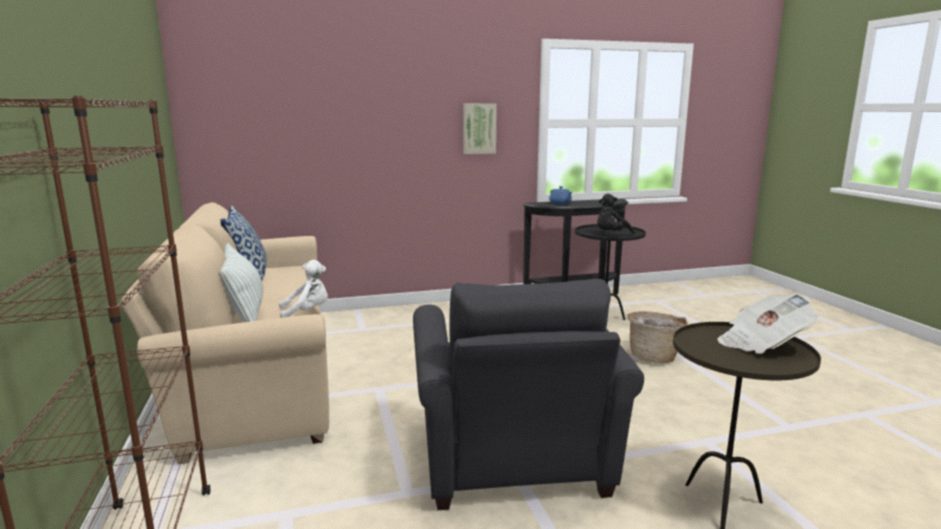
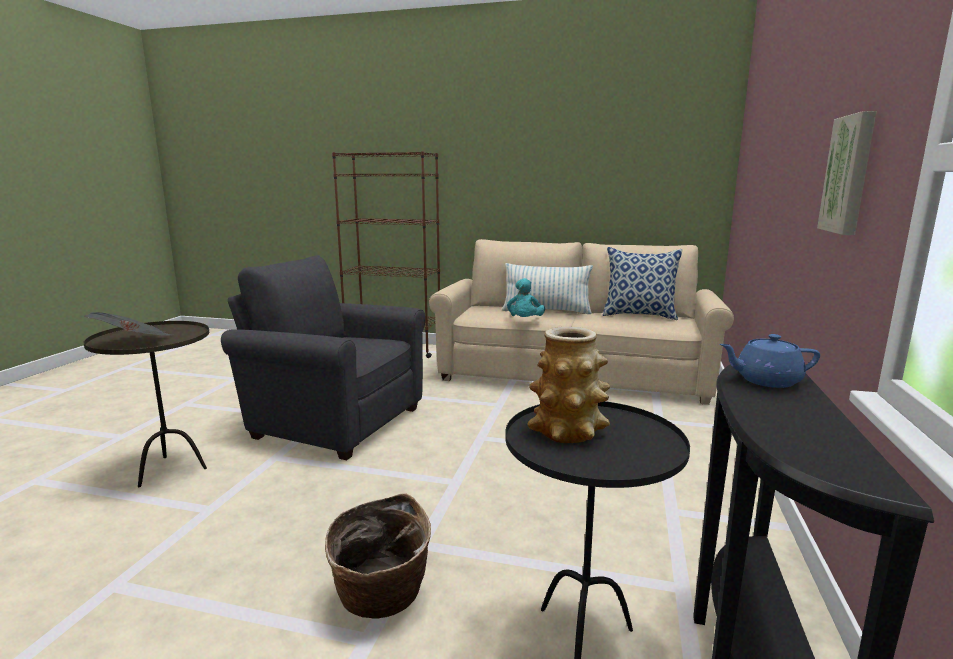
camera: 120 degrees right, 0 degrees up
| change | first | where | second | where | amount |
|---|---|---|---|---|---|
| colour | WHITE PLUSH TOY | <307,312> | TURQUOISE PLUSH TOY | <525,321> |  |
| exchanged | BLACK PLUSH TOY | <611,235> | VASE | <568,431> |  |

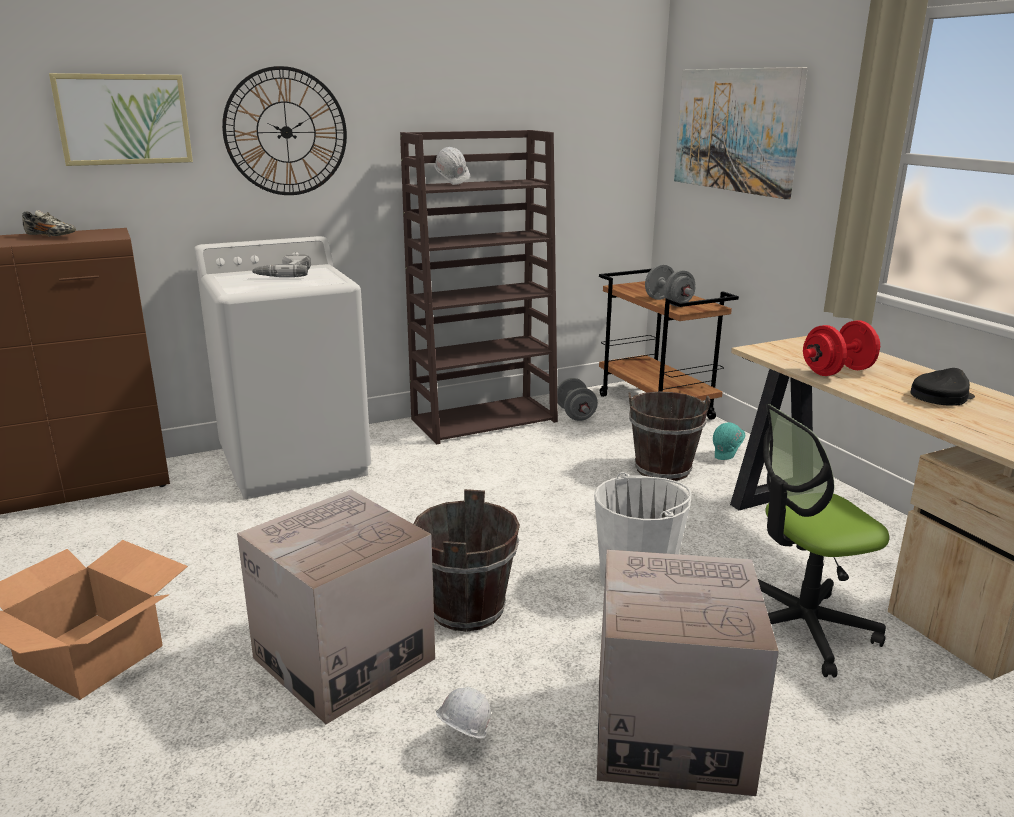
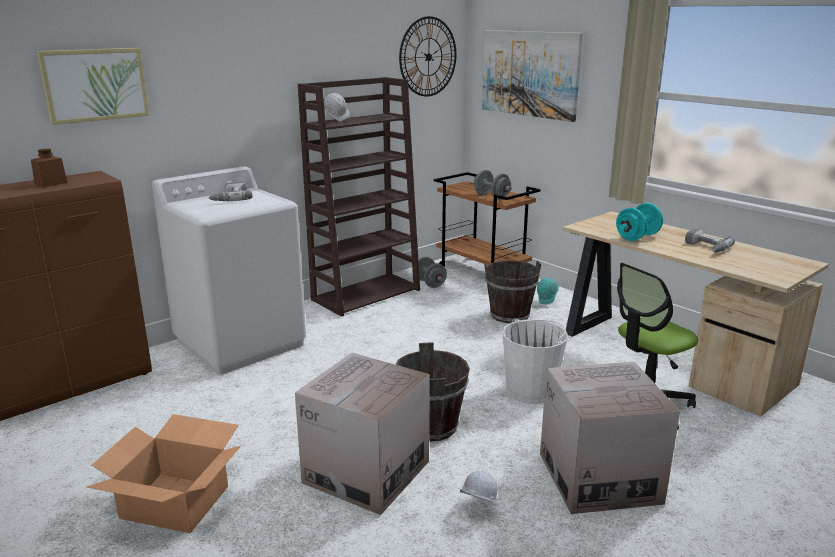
camera: 15 degrees left, 0 degrees up
| change | first | where | second | where | amount |
|---|---|---|---|---|---|
| exchanged | SHOE | <51,237> | BROWN JAR | <51,183> |  |
| relocated | WALL CLOCK | <286,132> |  | <428,57> |  |
| colour | RED DUMBBELL | <837,371> | TURQUOISE DUMBBELL | <637,237> |  |
| exchanged | BLACK CAP | <941,396> | POWER DRILL | <705,247> |  |

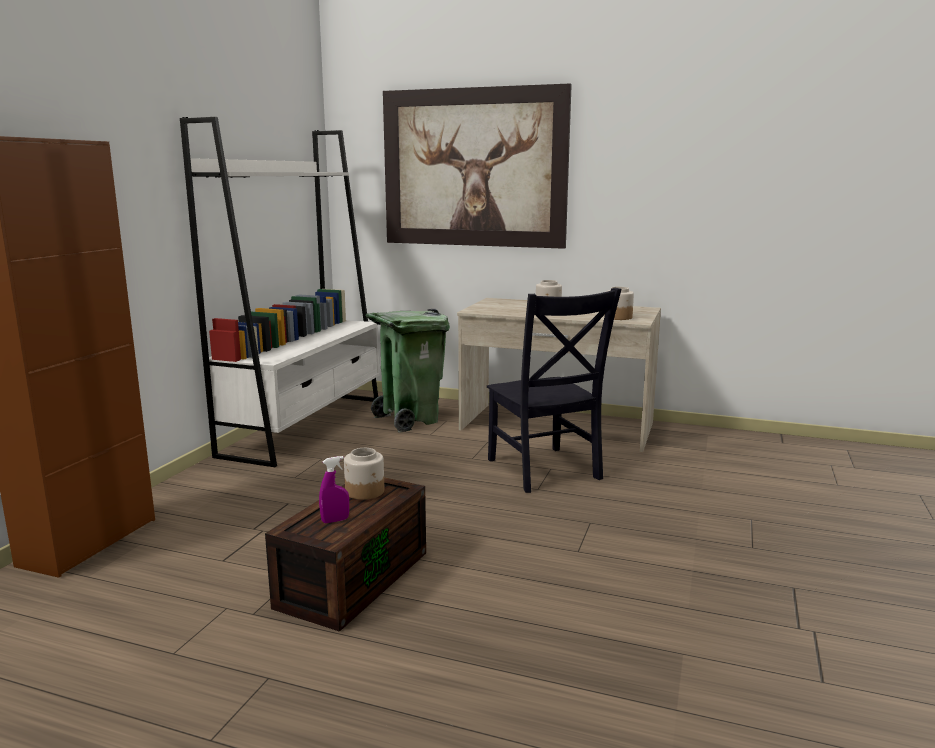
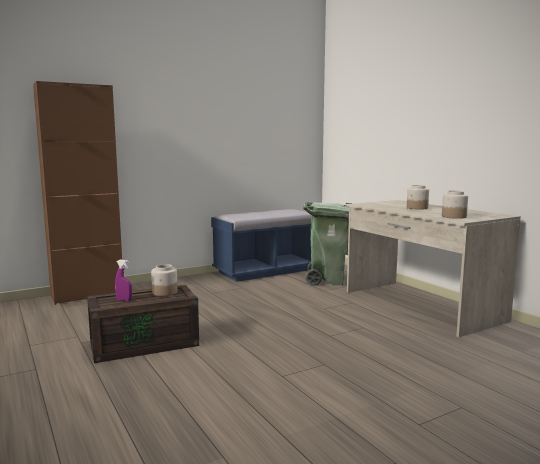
camera: 40 degrees right, 5 degrees down
| change | first | where | second | where | amount |
|---|---|---|---|---|---|
| exchanged | WHITE BOOKCASE | <305,426> | BLUE BENCH | <264,271> |  |
| missing | PICTURE | <474,168> |  |  |  |
| missing | BLACK CHAIR | <545,471> |  |  |  |

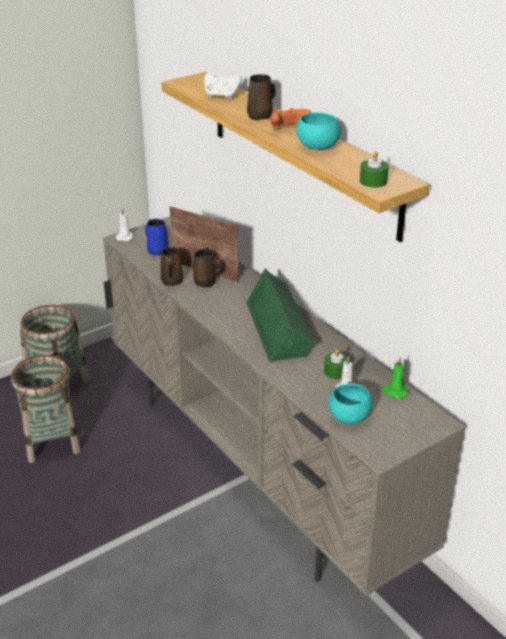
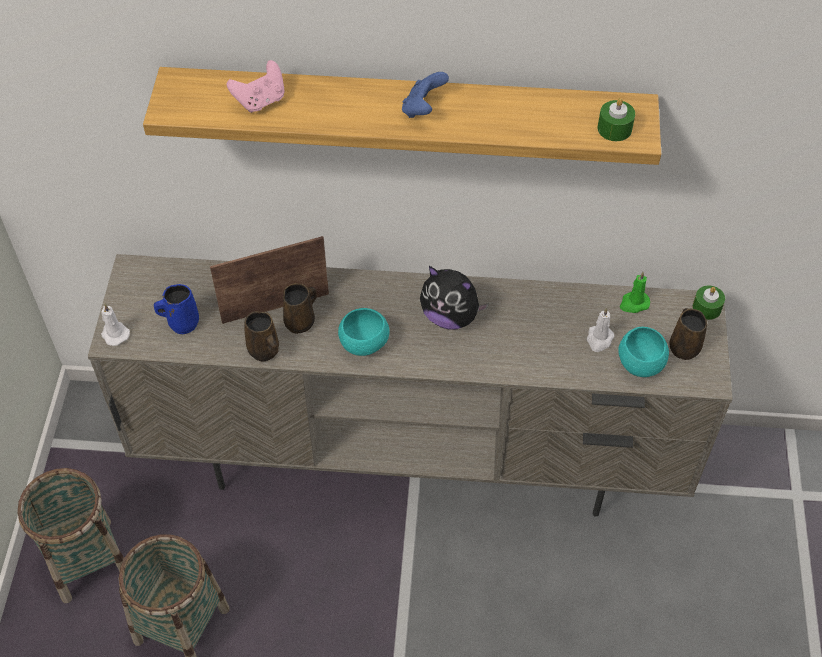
camera: 50 degrees left, 20 degrees up
| change | first | where | second | where | amount |
|---|---|---|---|---|---|
| colour | WHITE GAME CONTROLLER | <221,96> | PINK GAME CONTROLLER | <260,101> |  |
| exchanged | GREEN SPEAKER | <280,328> | PLUSH TOY | <450,316> |  |
| relocated | BROWN MUG | <261,116> |  | <684,346> |  |
| colour | ORANGE GAME CONTROLLER | <288,130> | BLUE GAME CONTROLLER | <423,109> |  |
| relocated | TURQUOISE BOWL | <318,147> |  | <364,344> |  |
| relocated | GREEN CANDLE | <335,372> |  | <706,308> |  |

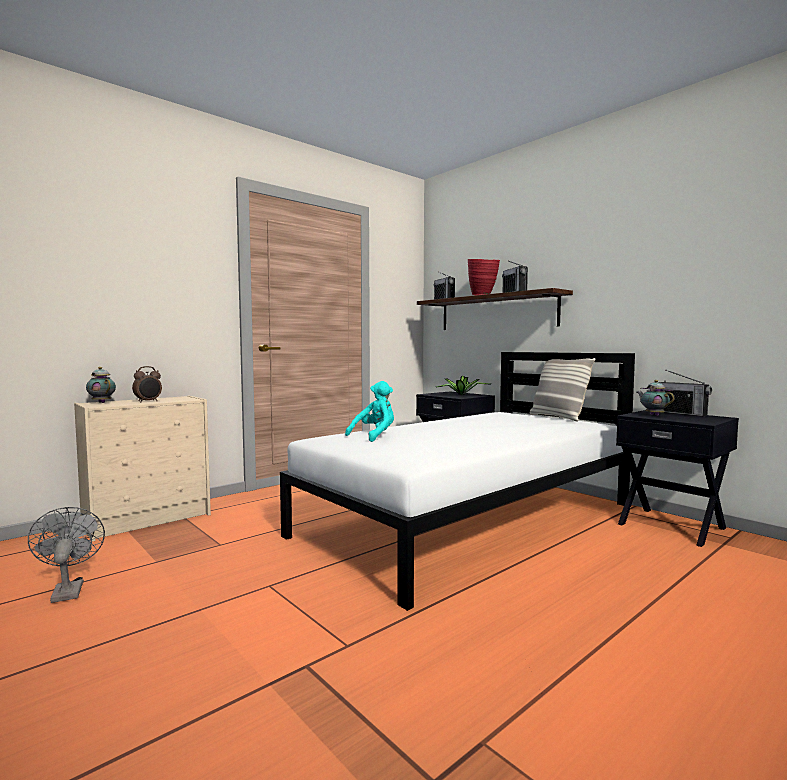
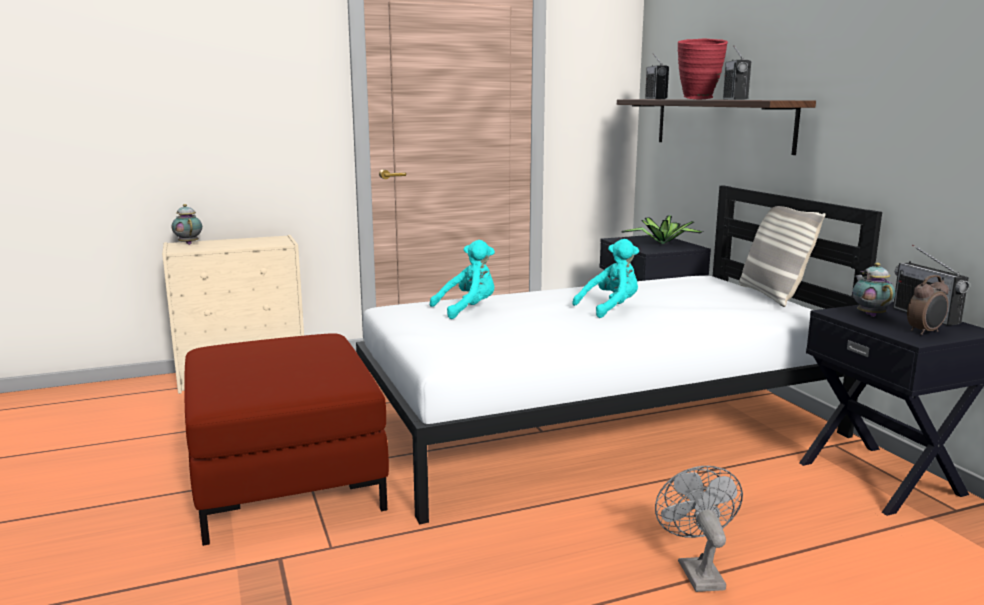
camera: 20 degrees right, 10 degrees up
| change | first | where | second | where | amount |
|---|---|---|---|---|---|
| relocated | GREY FAN | <68,590> |  | <696,571> |  |
| relocated | ALARM CLOCK | <148,401> |  | <925,332> |  |
| appeared |  |  | RED OTTOMAN | <287,479> |  |
| appeared |  |  | TURQUOISE PLUSH TOY | <610,308> |  |

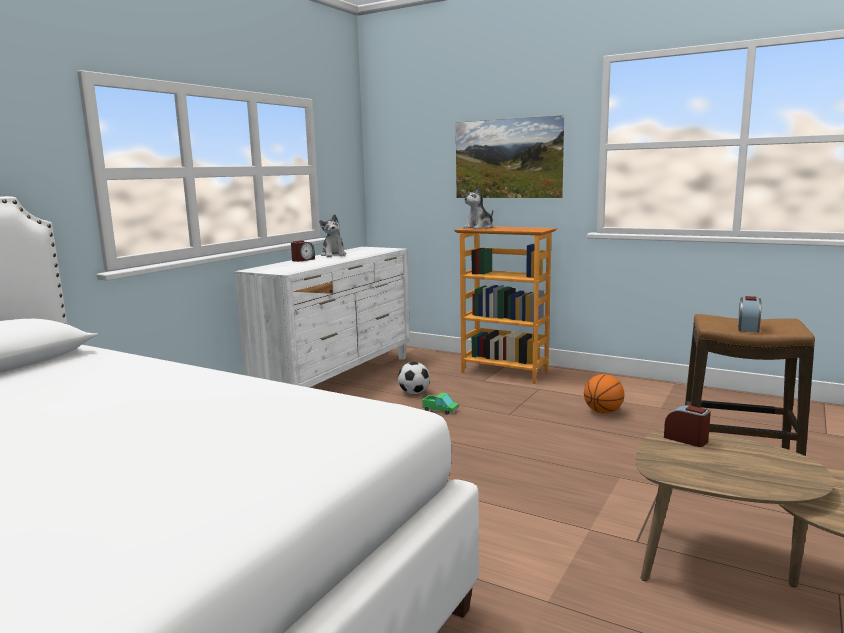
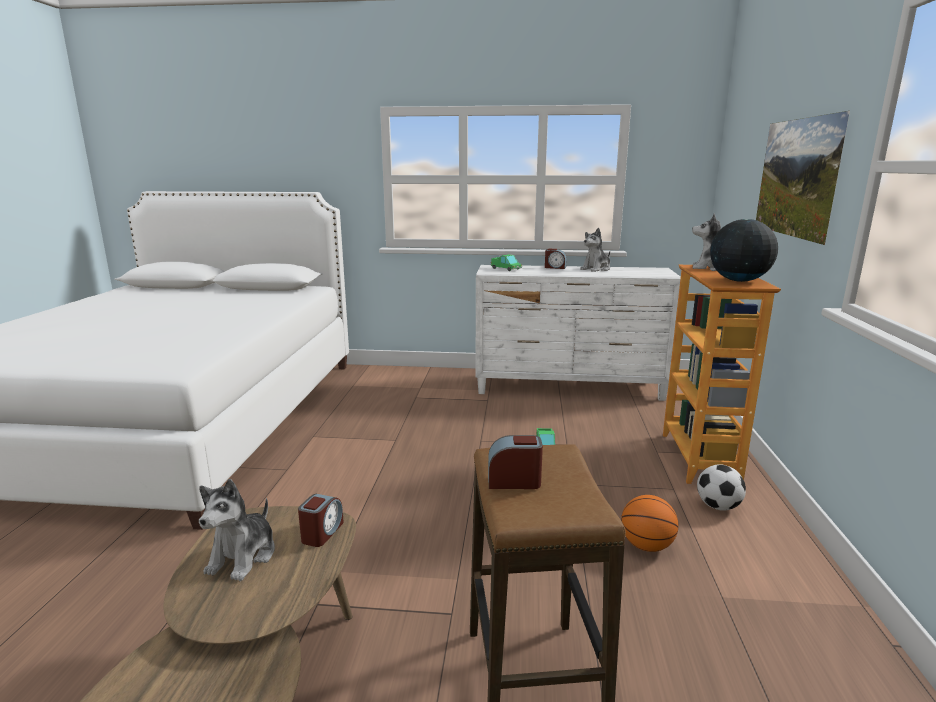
camera: 65 degrees right, 5 degrees up
| change | first | where | second | where | amount |
|---|---|---|---|---|---|
| relocated | FOOTBALL | <414,393> |  | <718,506> |  |
| appeared |  |  | PLUSH TOY | <243,556> |  |
| appeared |  |  | TOY TRUCK | <506,269> |  |
| appeared |  |  | GLOBE | <738,281> |  |

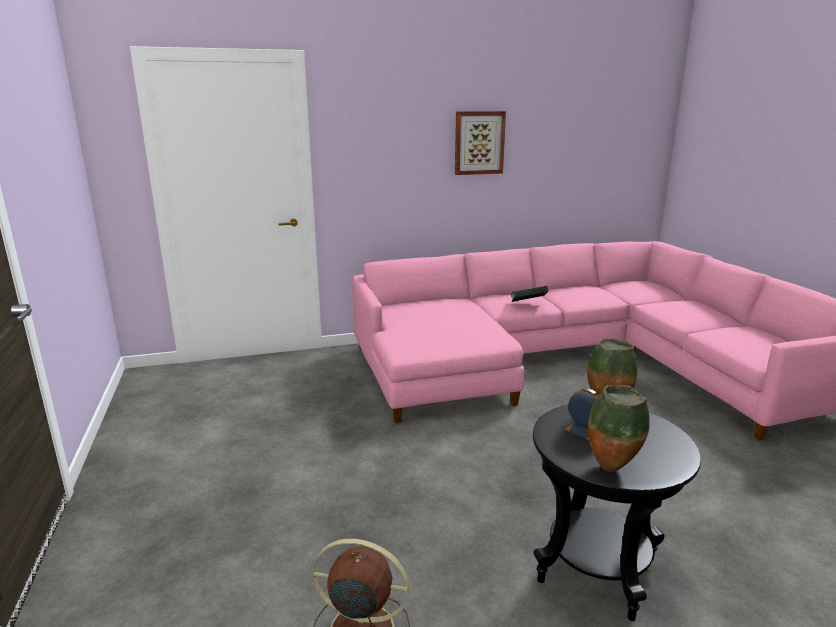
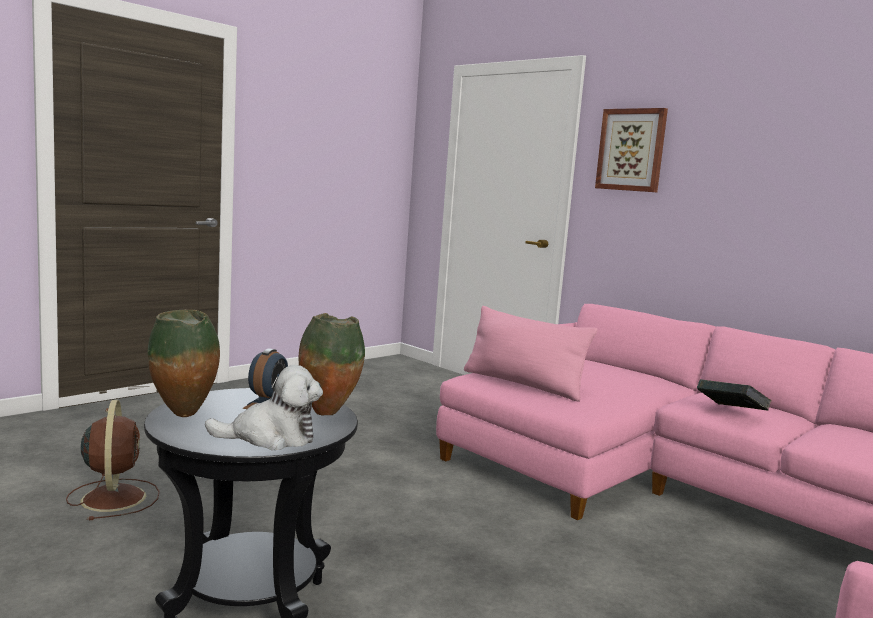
camera: 60 degrees right, 10 degrees down
| change | first | where | second | where | amount |
|---|---|---|---|---|---|
| relocated | PICTURE | <479,143> |  | <631,150> |  |
| appeared |  |  | PLUSH TOY | <271,437> |  |
| appeared |  |  | PINK PILLOW | <523,384> |  |

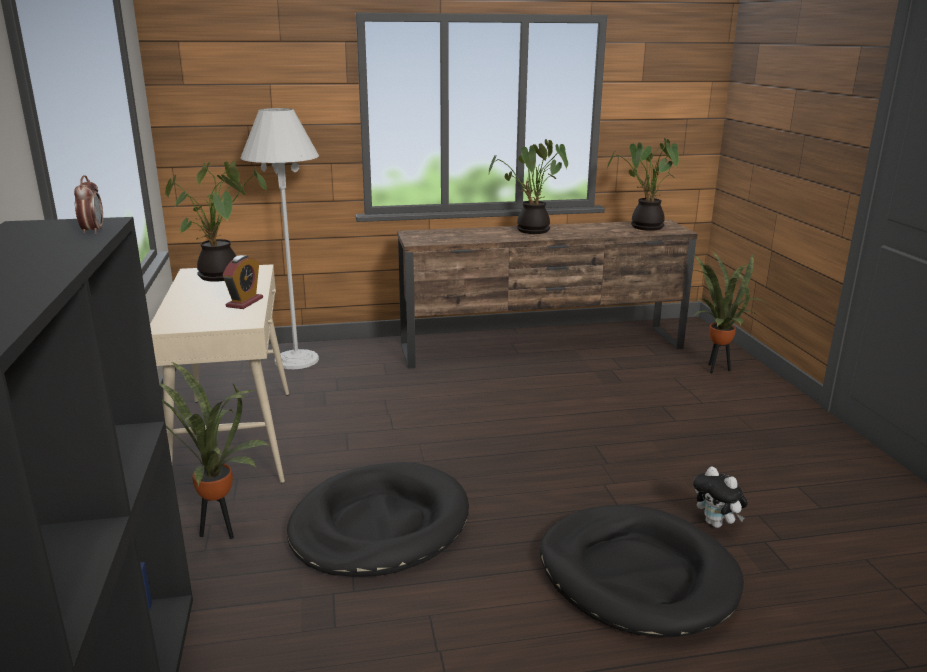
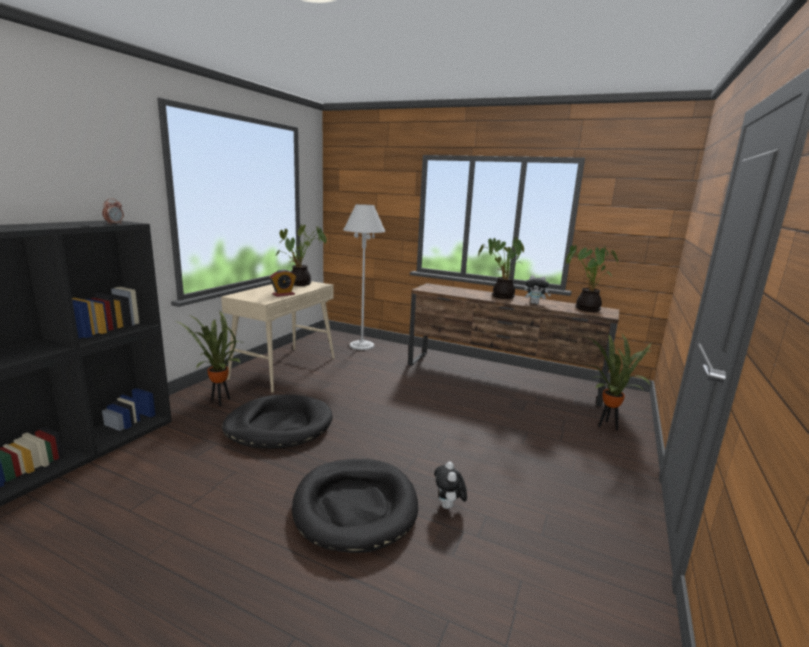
camera: 35 degrees right, 5 degrees down
| change | first | where | second | where | amount |
|---|---|---|---|---|---|
| appeared |  |  | PLUSH TOY | <535,303> |  |

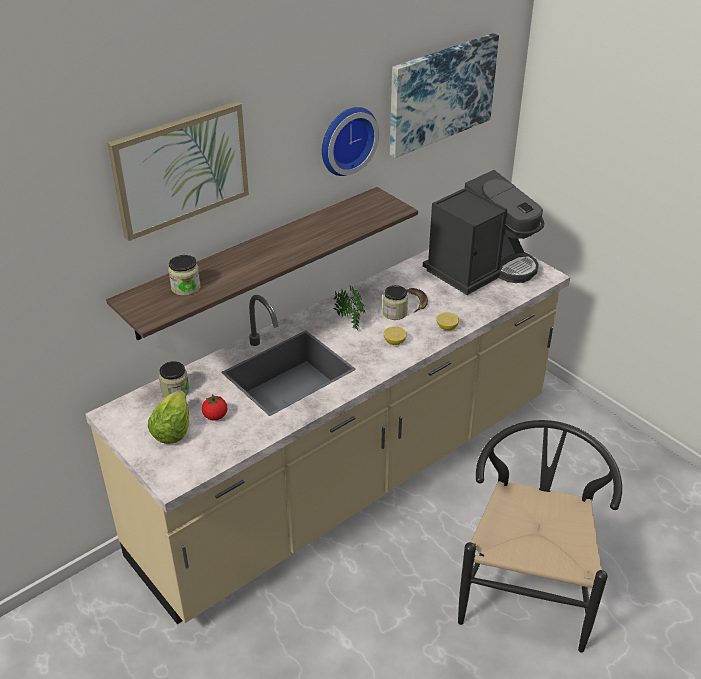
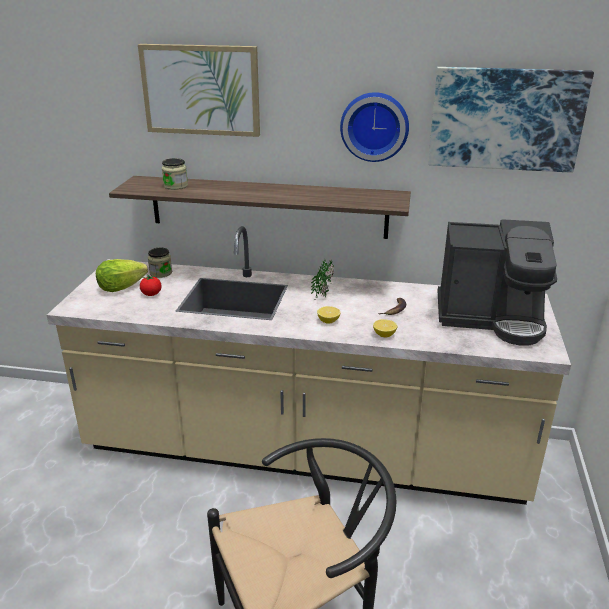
camera: 50 degrees right, 10 degrees down
| change | first | where | second | where | amount |
|---|---|---|---|---|---|
| missing | JAR | <394,313> |  |  |  |

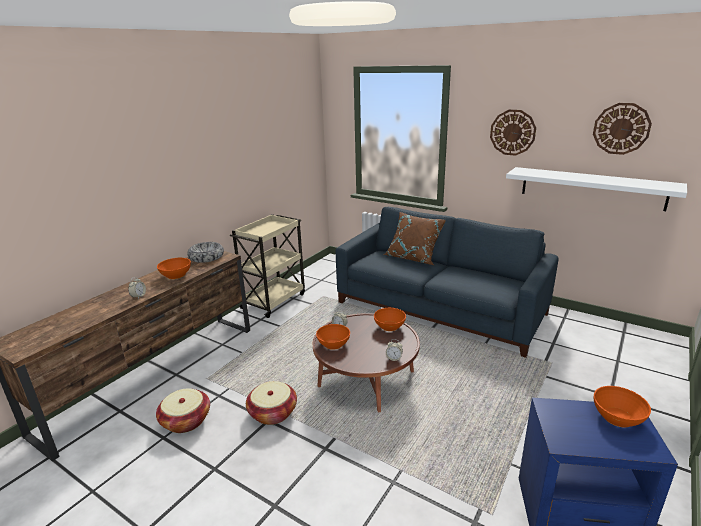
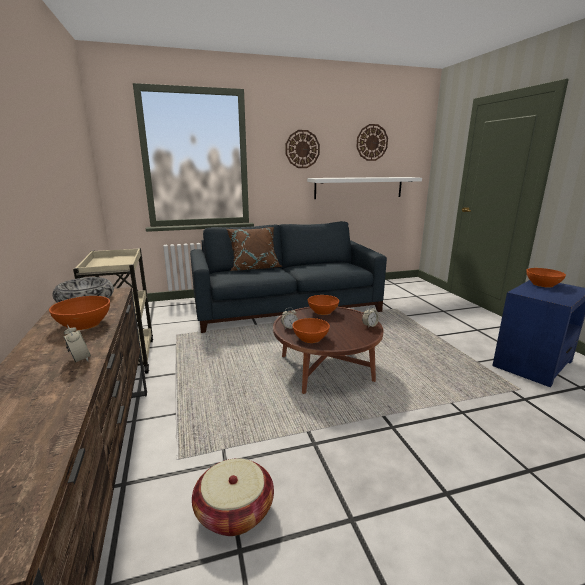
camera: 50 degrees left, 5 degrees down
| change | first | where | second | where | amount |
|---|---|---|---|---|---|
| missing | BASKET | <273,413> |  |  |  |

